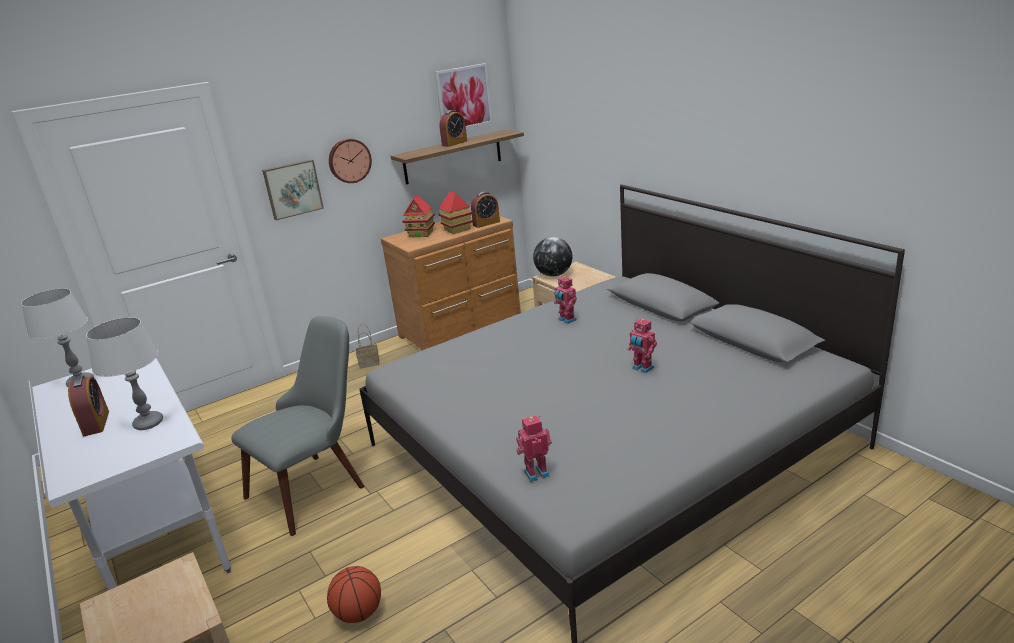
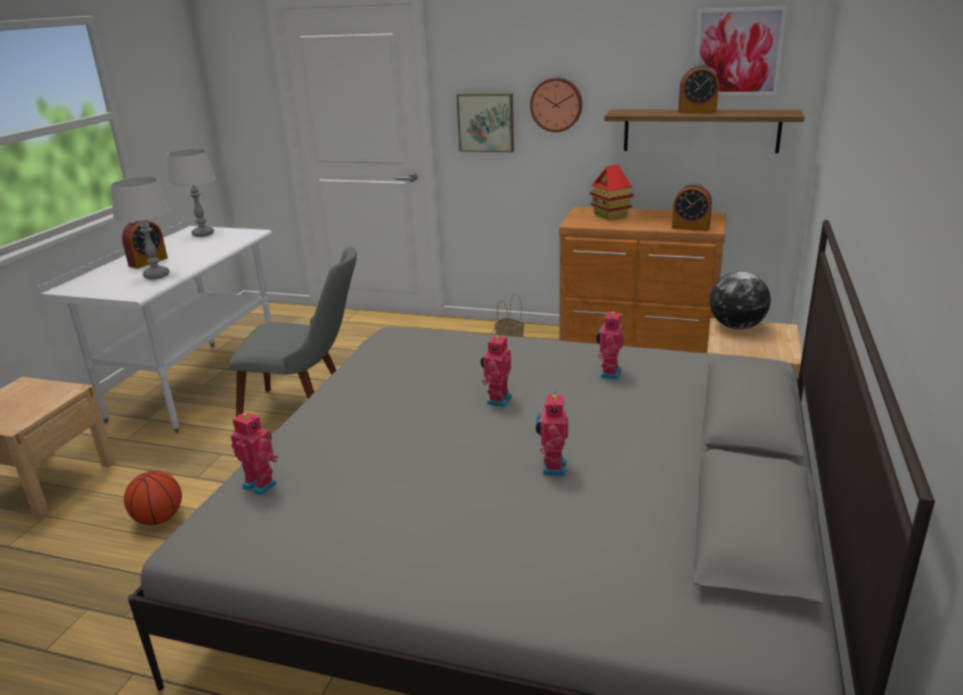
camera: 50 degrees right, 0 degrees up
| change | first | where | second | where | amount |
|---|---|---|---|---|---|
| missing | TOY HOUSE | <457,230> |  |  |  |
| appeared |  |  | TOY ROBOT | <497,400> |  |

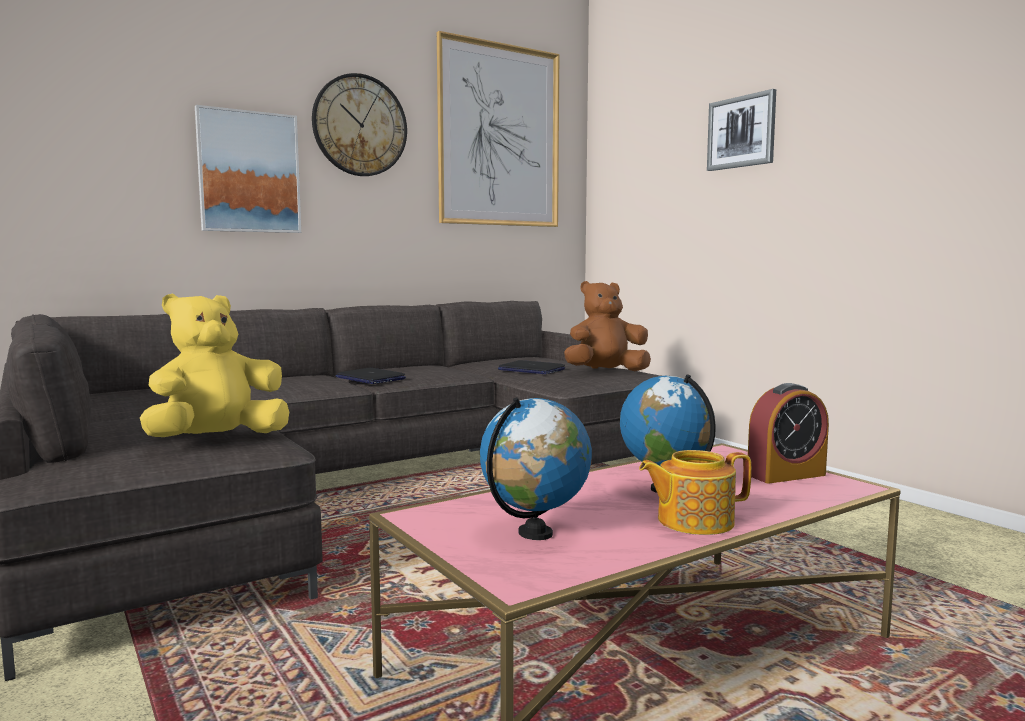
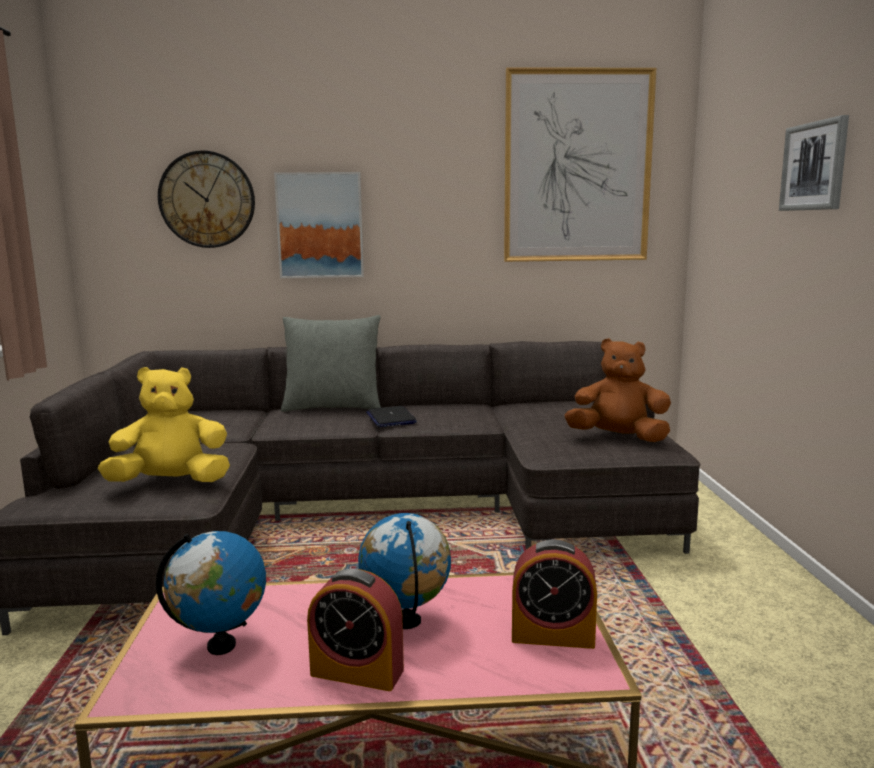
camera: 30 degrees right, 5 degrees up
| change | first | where | second | where | amount |
|---|---|---|---|---|---|
| relocated | WALL CLOCK | <360,125> |  | <207,199> |  |
| missing | LAPTOP | <531,369> |  |  |  |
| exchanged | TEAPOT | <693,521> | ALARM CLOCK | <357,672> |  |
| appeared |  |  | GREY PILLOW | <333,407> |  |

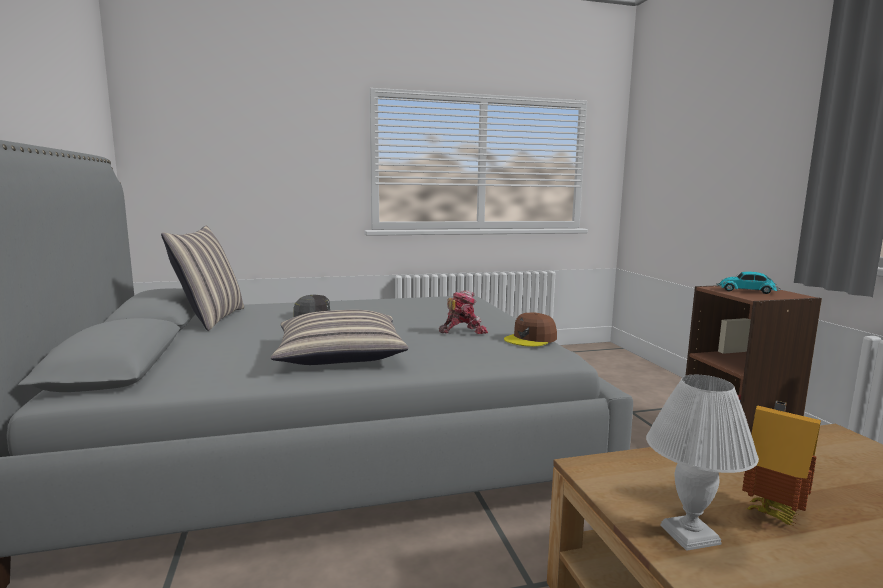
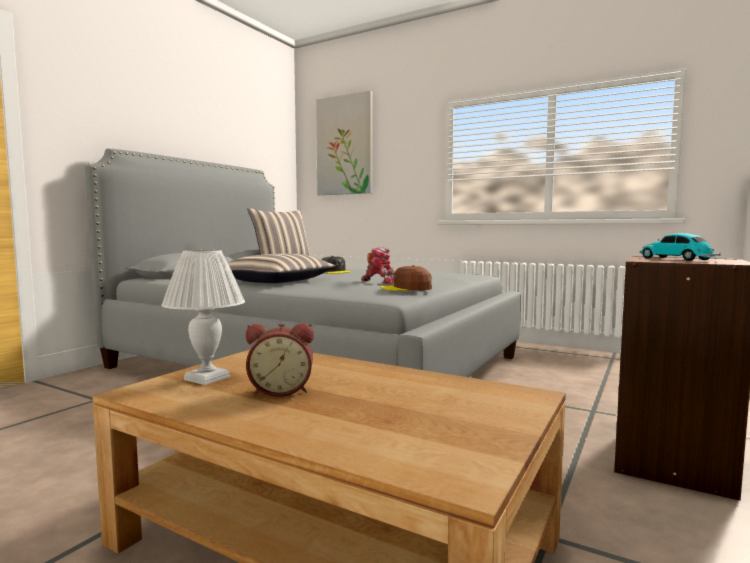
camera: 45 degrees right, 5 degrees down
| change | first | where | second | where | amount |
|---|---|---|---|---|---|
| exchanged | TOY HOUSE | <772,512> | ALARM CLOCK | <281,390> |  |
| appeared |  |  | PICTURE | <344,145> |  |

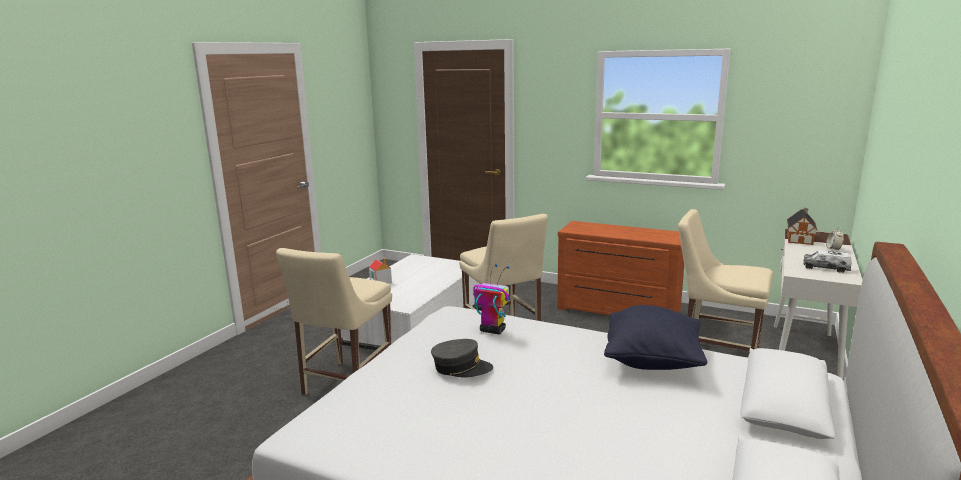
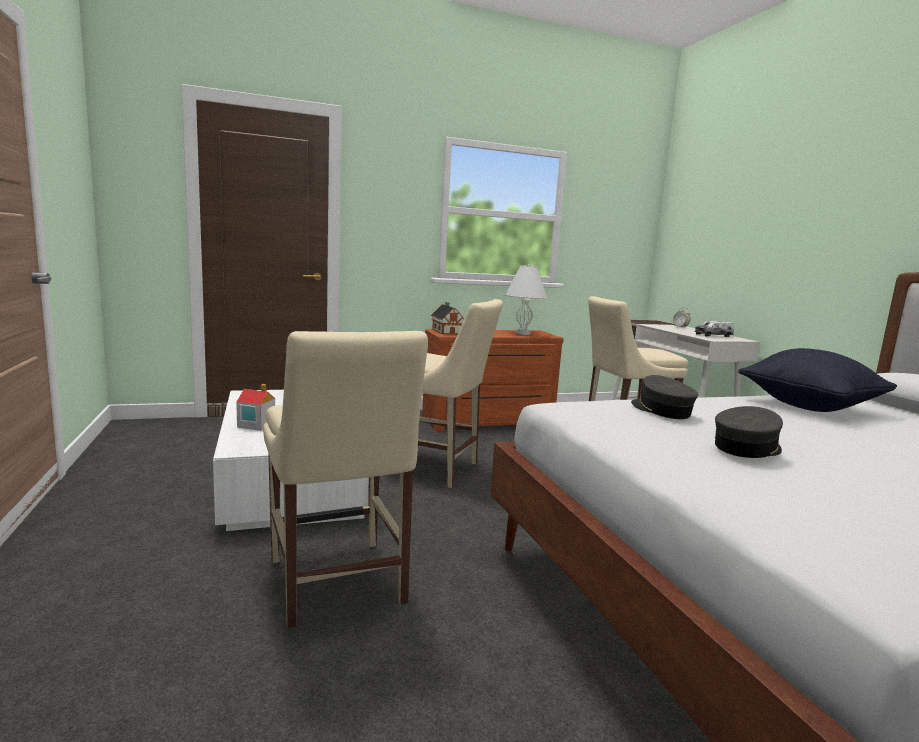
camera: 45 degrees left, 5 degrees down
| change | first | where | second | where | amount |
|---|---|---|---|---|---|
| exchanged | TOY ROBOT | <492,330> | GREY CAP | <661,410> |  |
| relocated | TOY HOUSE | <800,238> |  | <447,331> |  |
| appeared |  |  | WHITE TABLE LAMP | <523,333> |  |

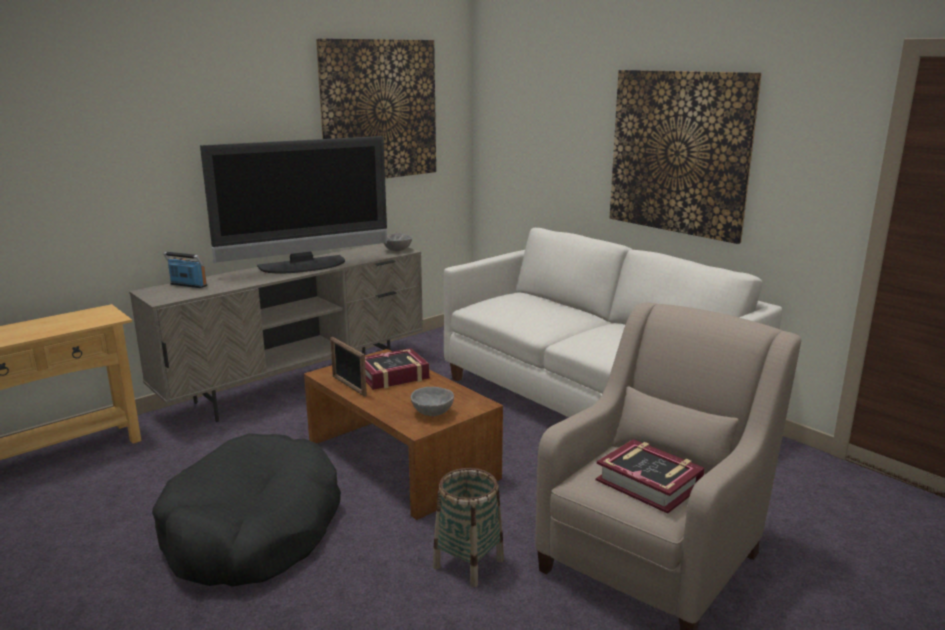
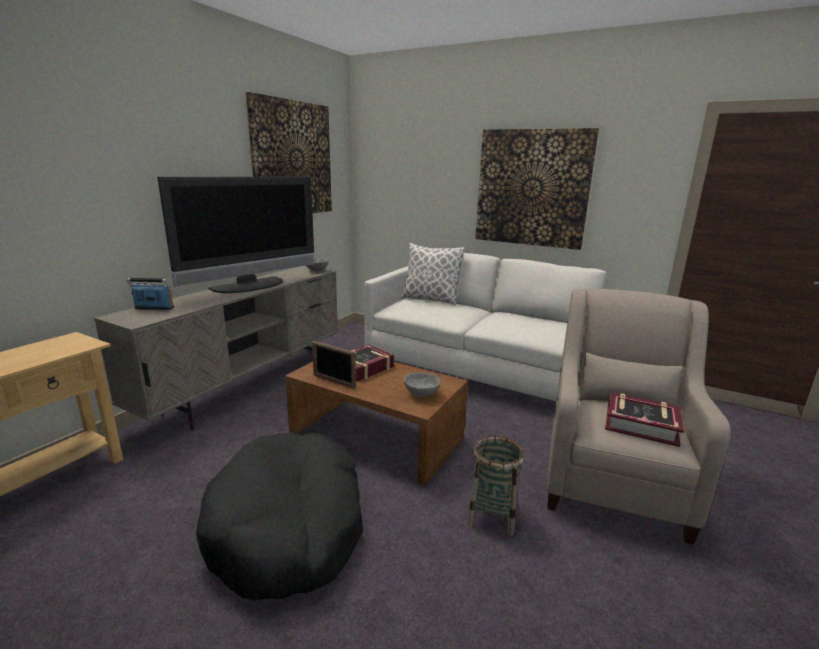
camera: 20 degrees left, 0 degrees up
| change | first | where | second | where | amount |
|---|---|---|---|---|---|
| appeared |  |  | PILLOW | <430,299> |  |

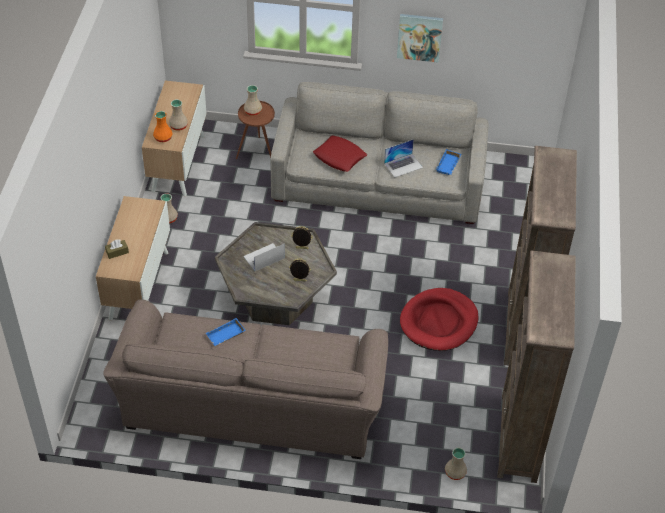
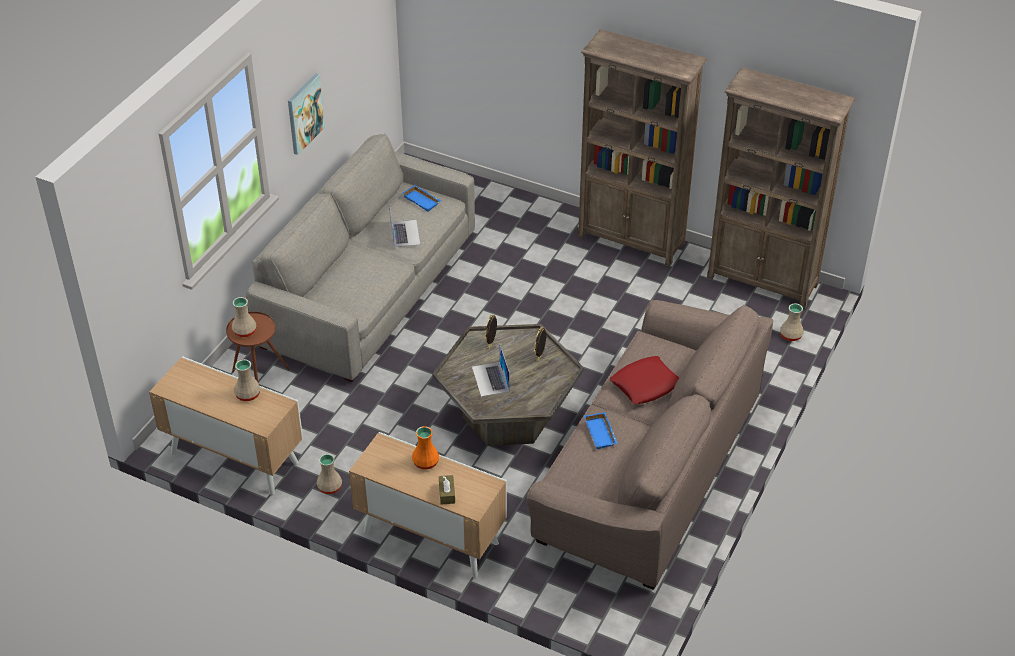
camera: 70 degrees left, 5 degrees down
| change | first | where | second | where | amount |
|---|---|---|---|---|---|
| relocated | ORANGE VASE | <163,137> |  | <425,461> |  |
| relocated | RED PILLOW | <339,157> |  | <645,385> |  |
| missing | RED DOG BED | <439,322> |  |  |  |

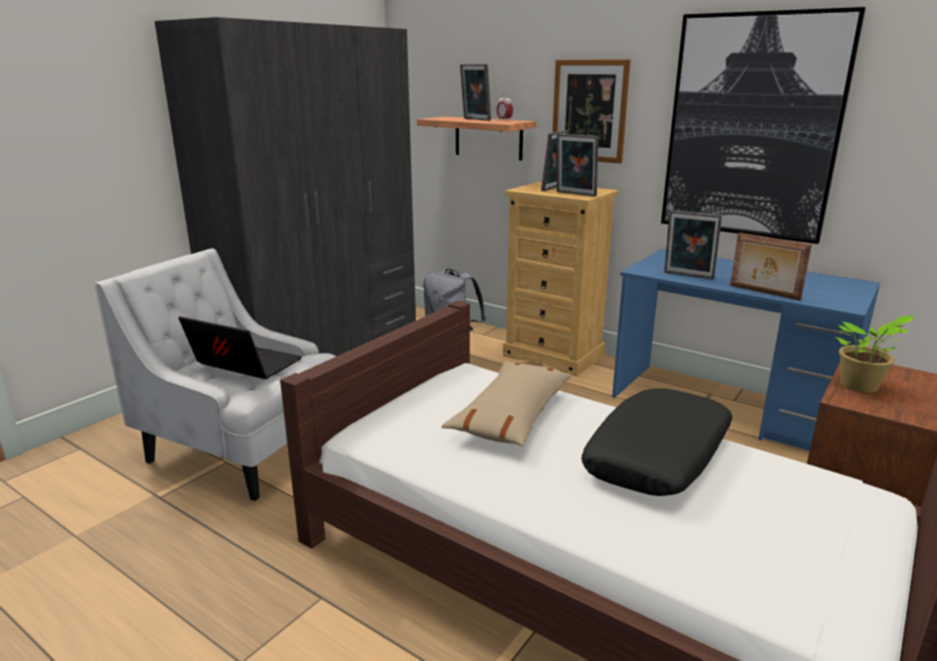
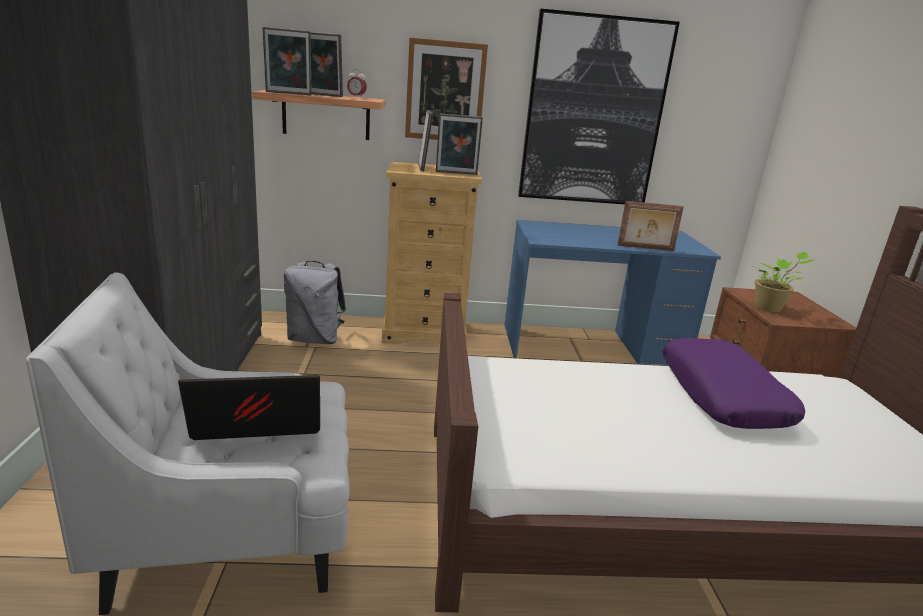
camera: 40 degrees left, 0 degrees up
| change | first | where | second | where | amount |
|---|---|---|---|---|---|
| missing | BEIGE PILLOW | <512,415> |  |  |  |
| colour | BLACK PILLOW | <658,456> | PURPLE PILLOW | <723,396> |  |
| relocated | PICTURE FRAME | <688,276> |  | <288,93> |  |

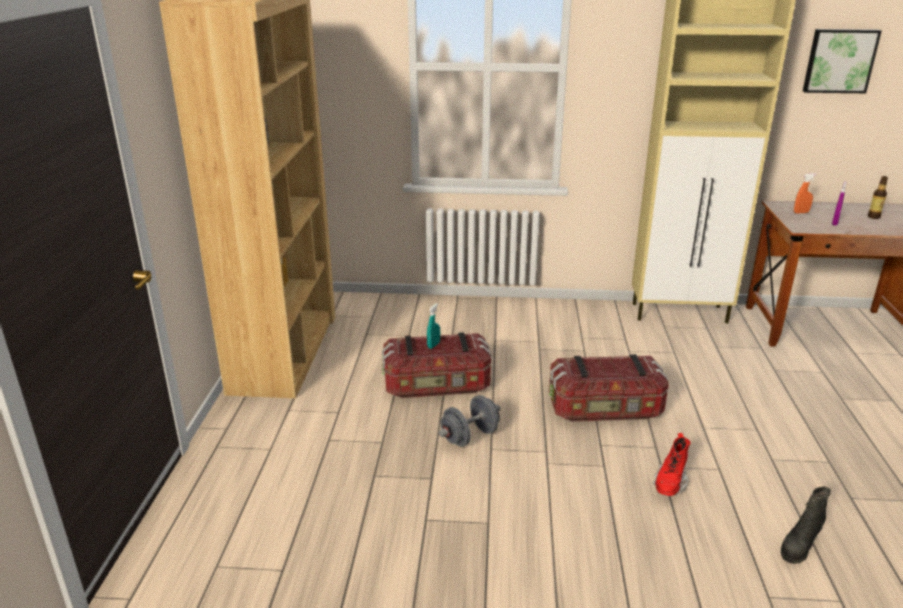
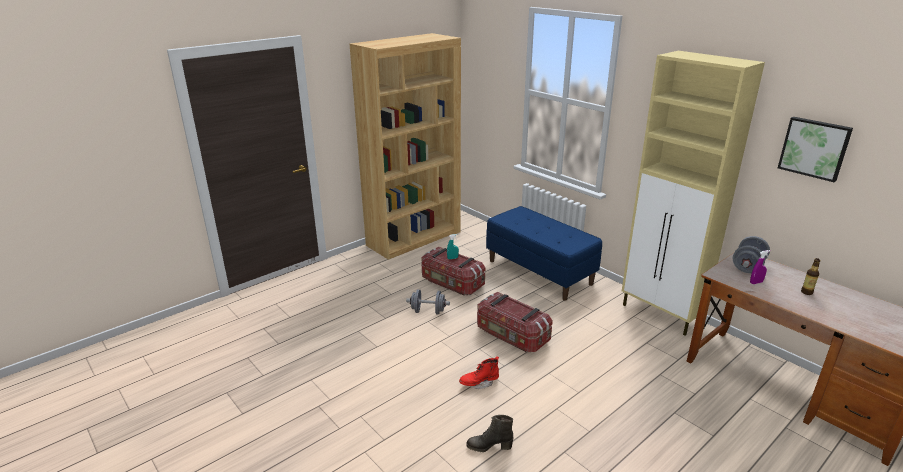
camera: 45 degrees right, 0 degrees up
| change | first | where | second | where | amount |
|---|---|---|---|---|---|
| exchanged | ORANGE SPRAY BOTTLE | <801,212> | GREY DUMBBELL | <748,266> |  |
| appeared |  |  | BLUE BENCH | <540,272> |  |

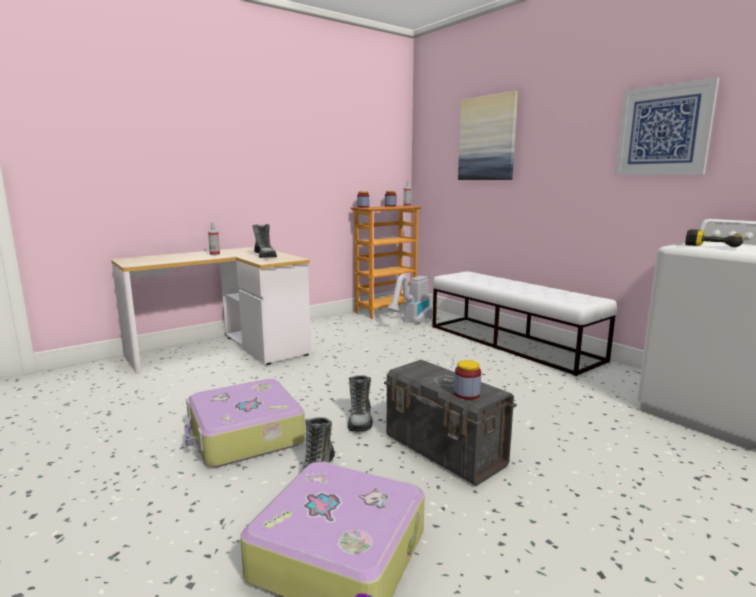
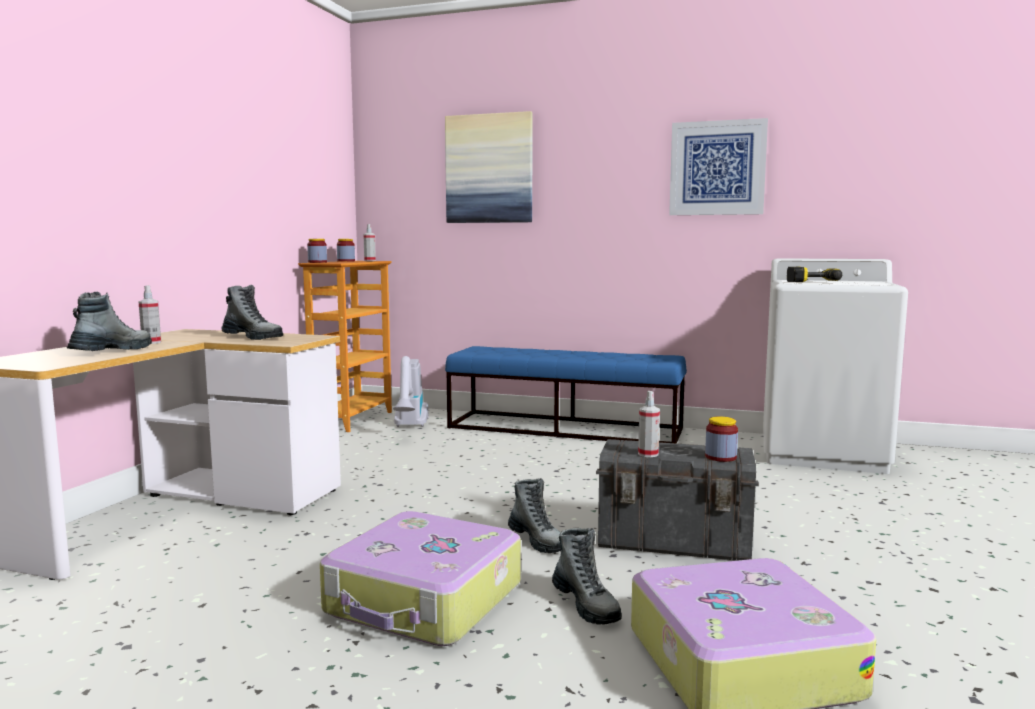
camera: 35 degrees left, 5 degrees down
| change | first | where | second | where | amount |
|---|---|---|---|---|---|
| colour | WHITE BENCH | <512,343> | BLUE BENCH | <565,428> |  |
| appeared |  |  | BOOT | <112,351> |  |
| appeared |  |  | SPRAY BOTTLE | <648,454> |  |

